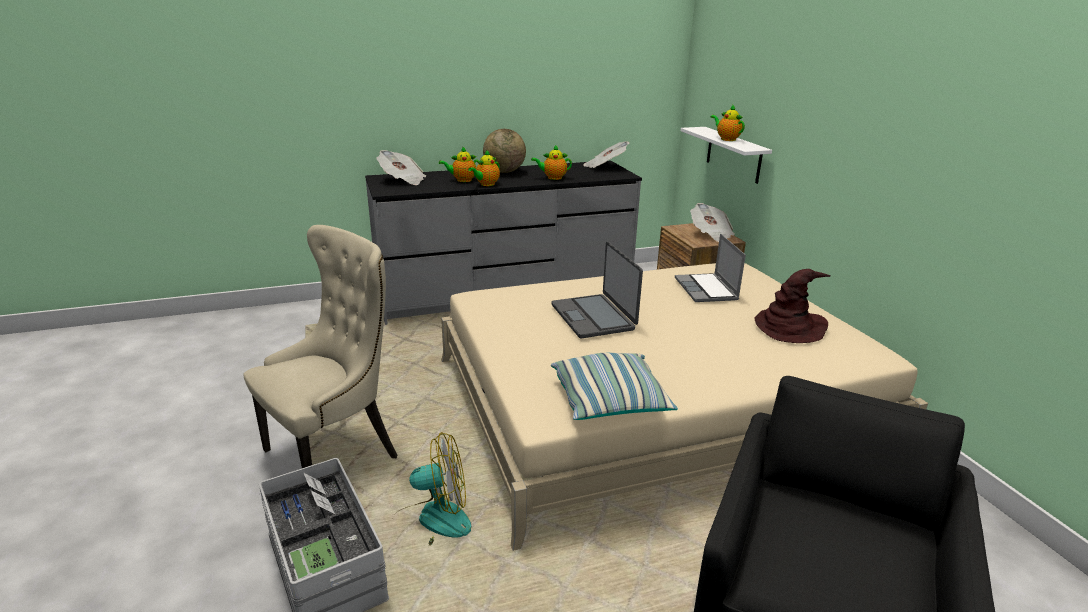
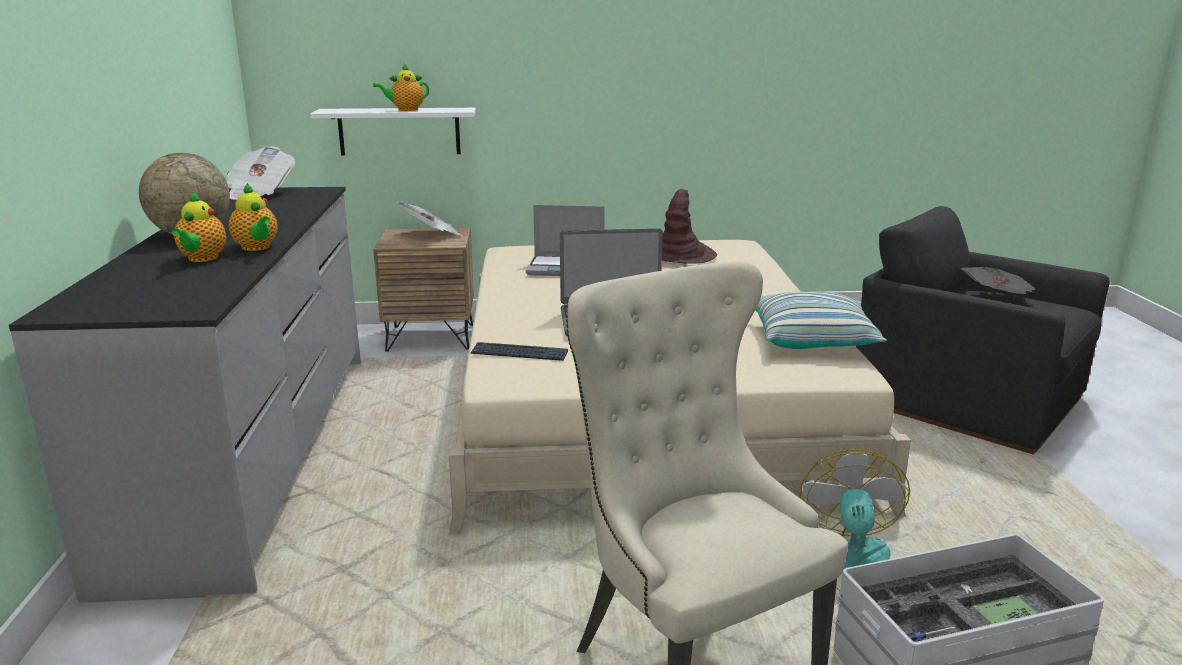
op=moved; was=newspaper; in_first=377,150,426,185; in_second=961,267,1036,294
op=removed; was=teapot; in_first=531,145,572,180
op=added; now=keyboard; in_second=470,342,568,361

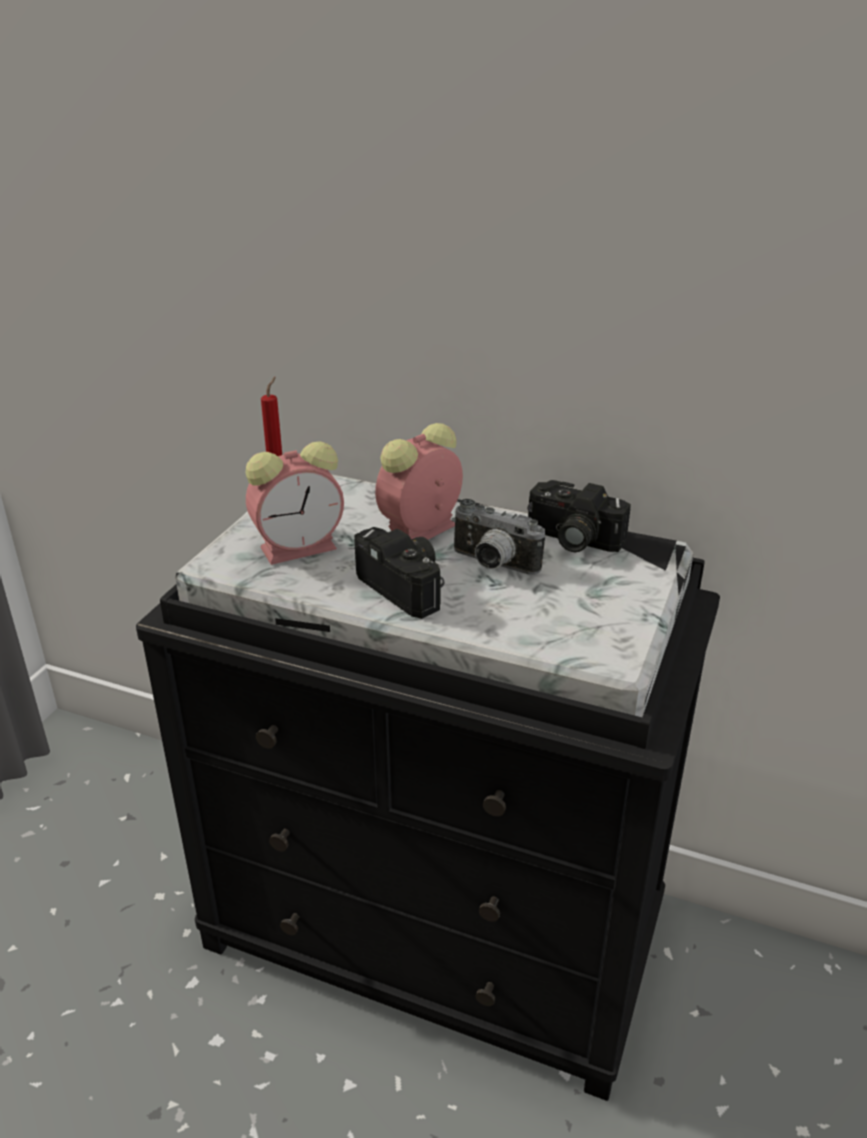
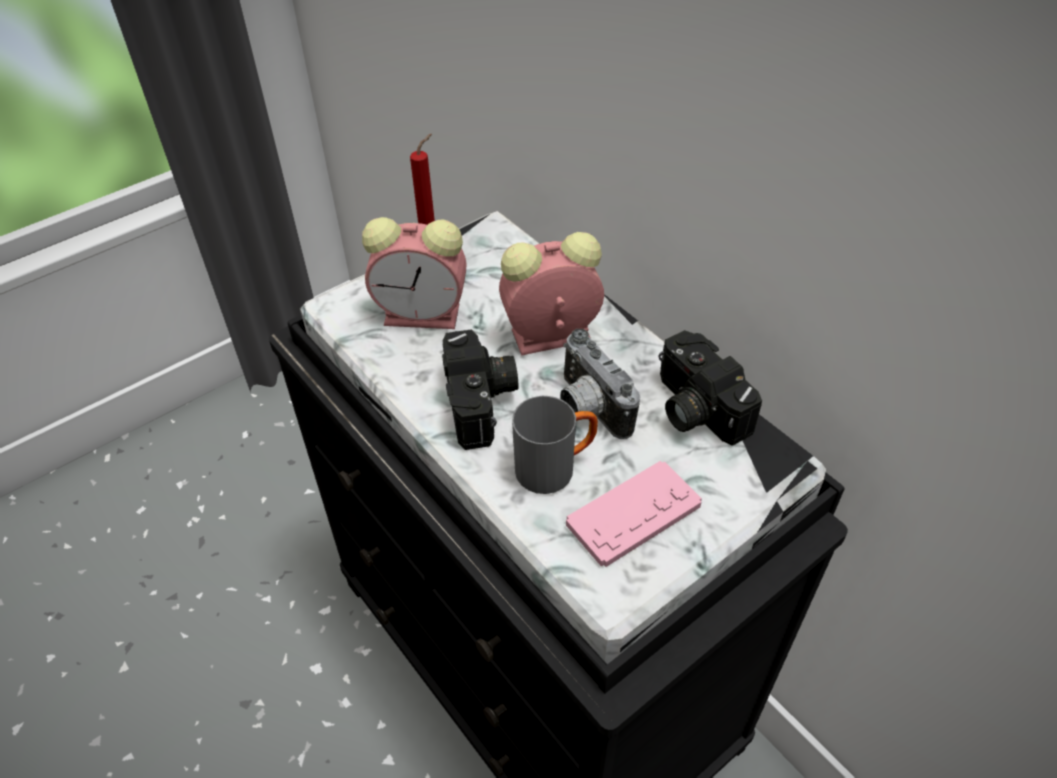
op=added; now=mug/grey; in_second=512,396,598,494
op=added; now=game controller/pink; in_second=566,461,702,567

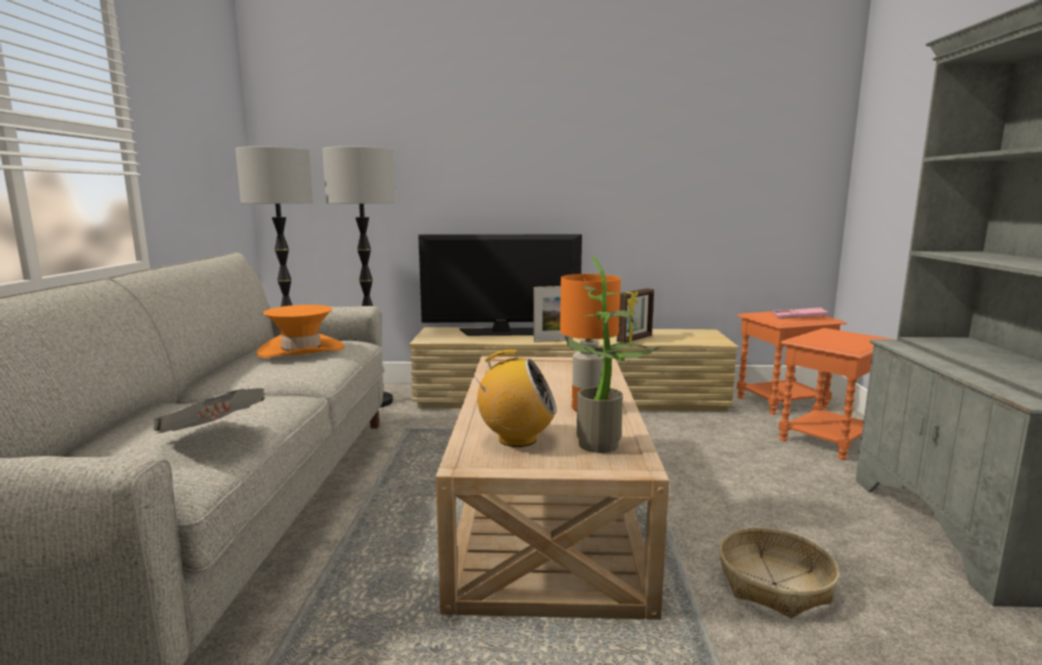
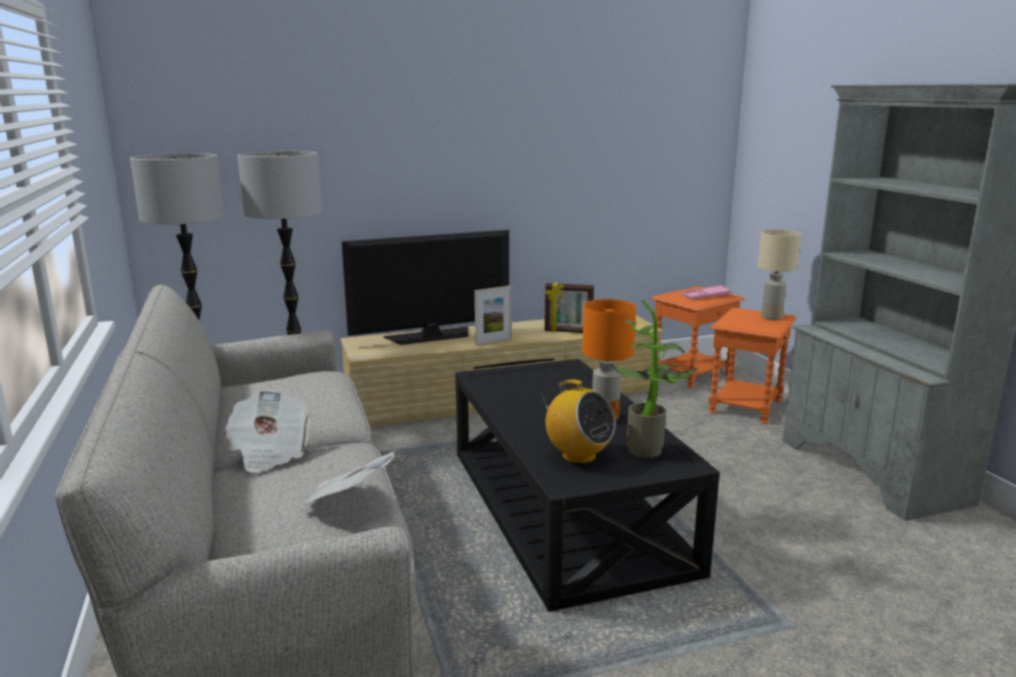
op=removed; was=hat/orange; in_first=257,305,344,358
op=recoloured; was=coffee table/beige; now=coffee table/black; in_first=436,356,669,620; in_second=455,359,720,612
op=turned; was=radio; in_first=472,350,557,447; in_second=540,379,616,464; clockwise=60
op=turned; was=picture frame; in_first=617,288,654,343; in_second=545,283,594,333; clockwise=75
op=removed; was=basket; in_first=719,527,840,618
op=added; now=newspaper; in_second=224,389,311,473
op=added; now=table lamp/beige; in_second=758,229,801,320

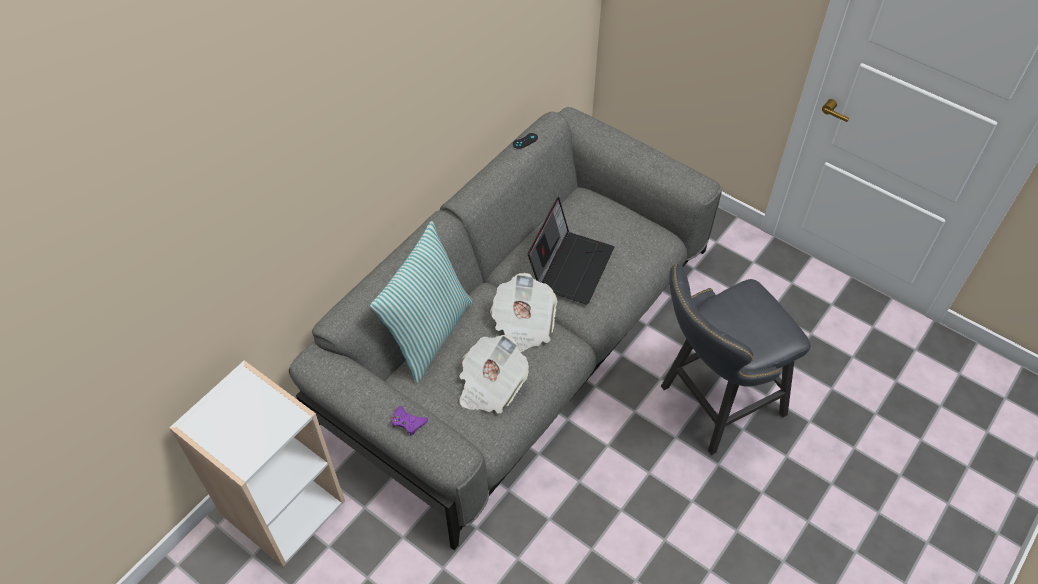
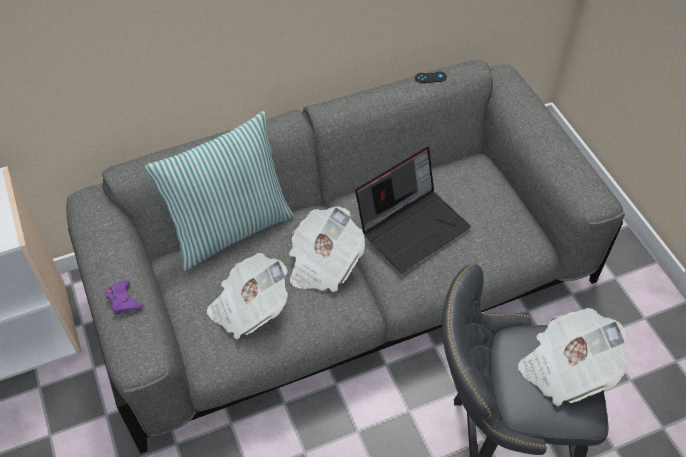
op=added; now=newspaper; in_second=518,308,628,406

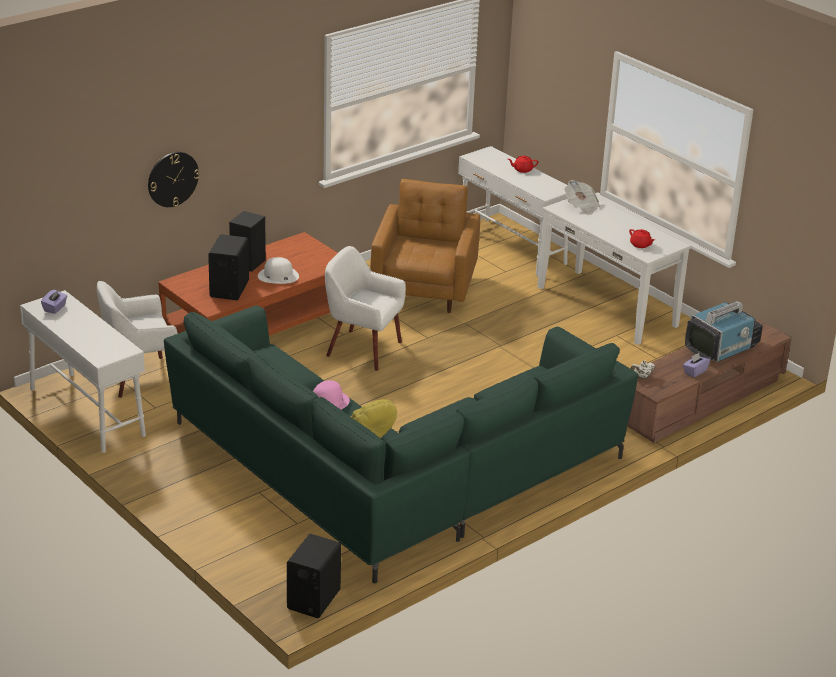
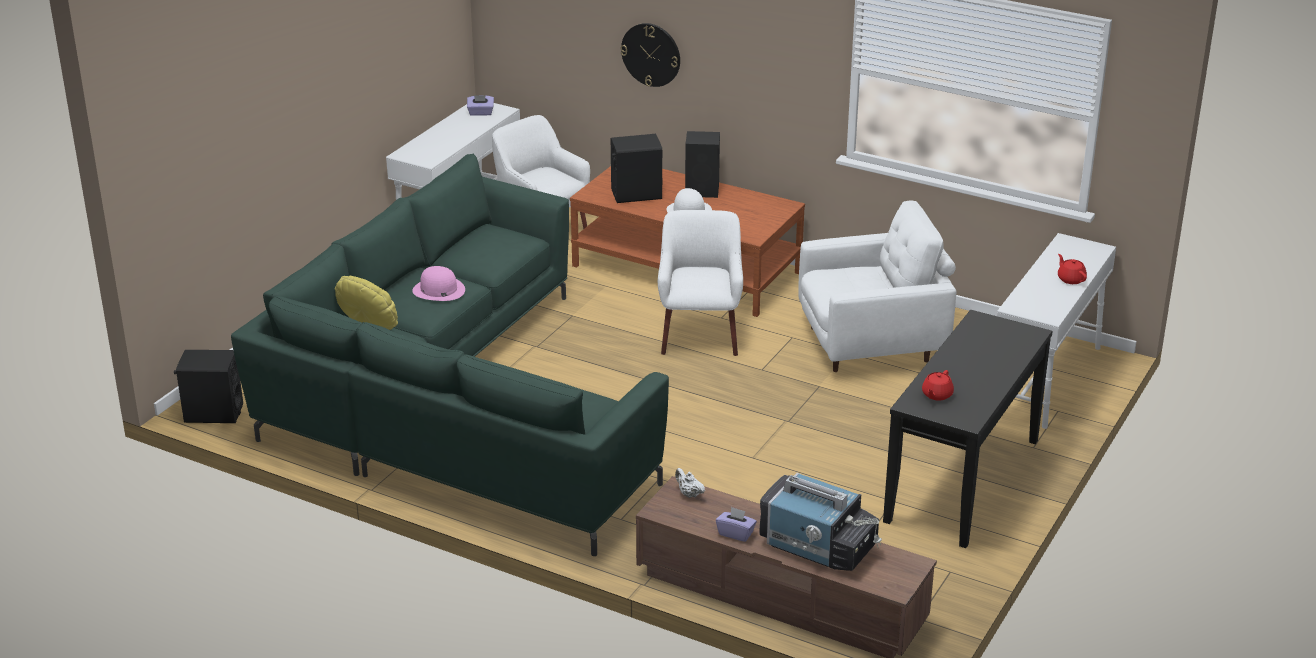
op=recoloured; was=armchair/brown; now=armchair/white; in_first=370,179,480,313; in_second=798,200,956,372
op=recoloured; was=console table/white; now=console table/black; in_first=537,199,691,345; in_second=883,310,1053,548
op=removed; was=newspaper; in_first=564,180,601,215

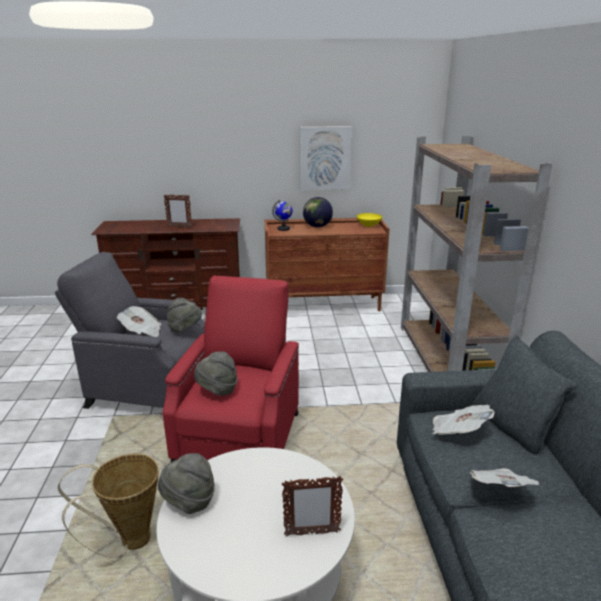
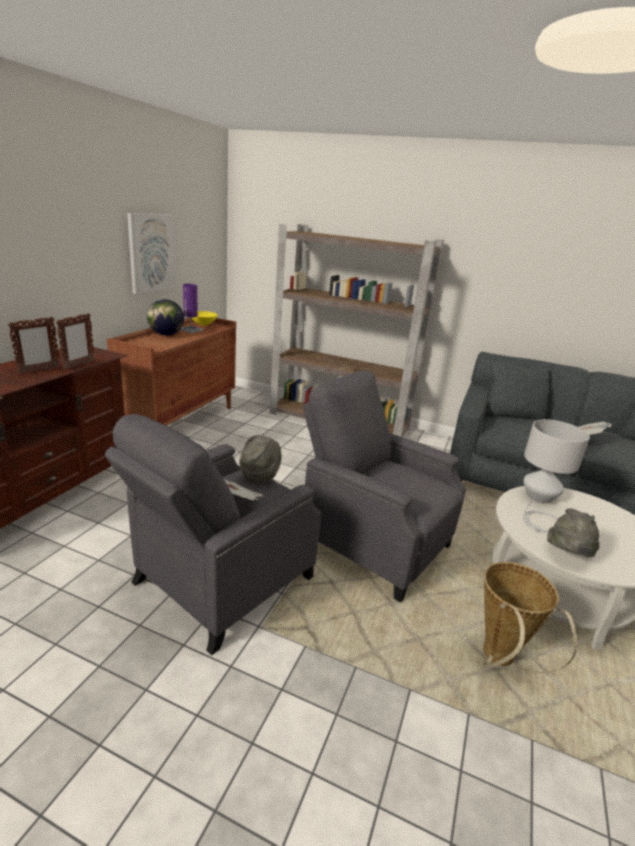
op=recoloured; was=armchair/red; now=armchair/grey; in_first=163,276,299,462; in_second=303,370,466,602
op=removed; was=hat/grey; in_first=194,351,238,396
op=removed; was=globe; in_first=272,200,293,231
op=moved; was=picture frame; in_first=282,476,343,536; in_second=56,313,95,370
op=removed; was=newspaper; in_first=433,405,494,435
op=added; now=table lamp/purple; in_second=180,284,204,333
op=added; now=table lamp/white; in_second=523,419,590,533

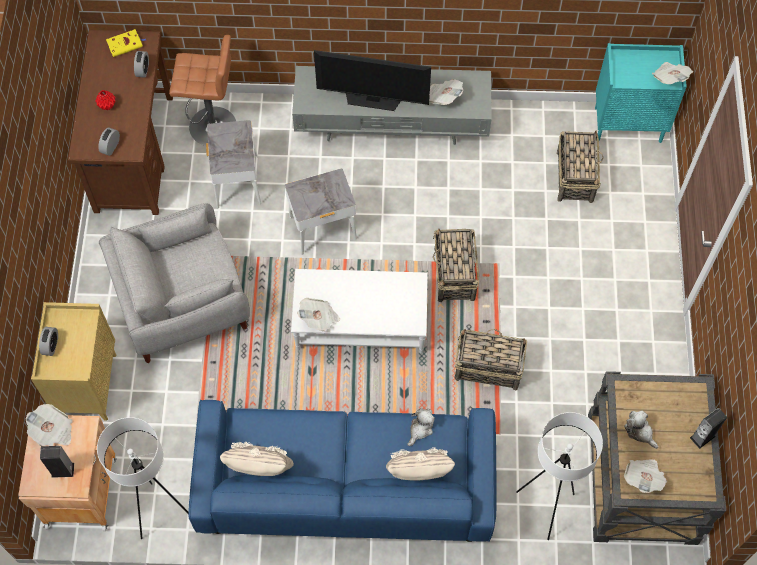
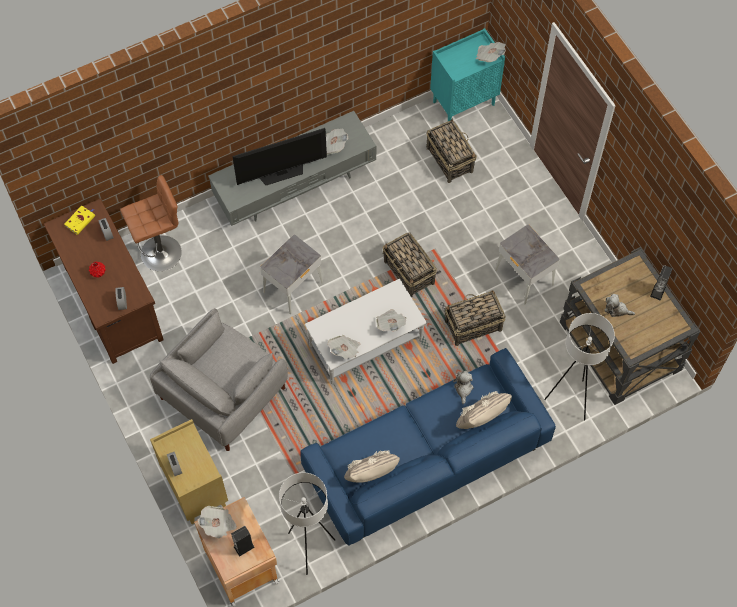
op=moved; was=side table; in_first=206,120,261,209; in_second=495,224,560,304
op=moved; was=newspaper; in_first=624,459,667,493; in_second=376,309,406,332

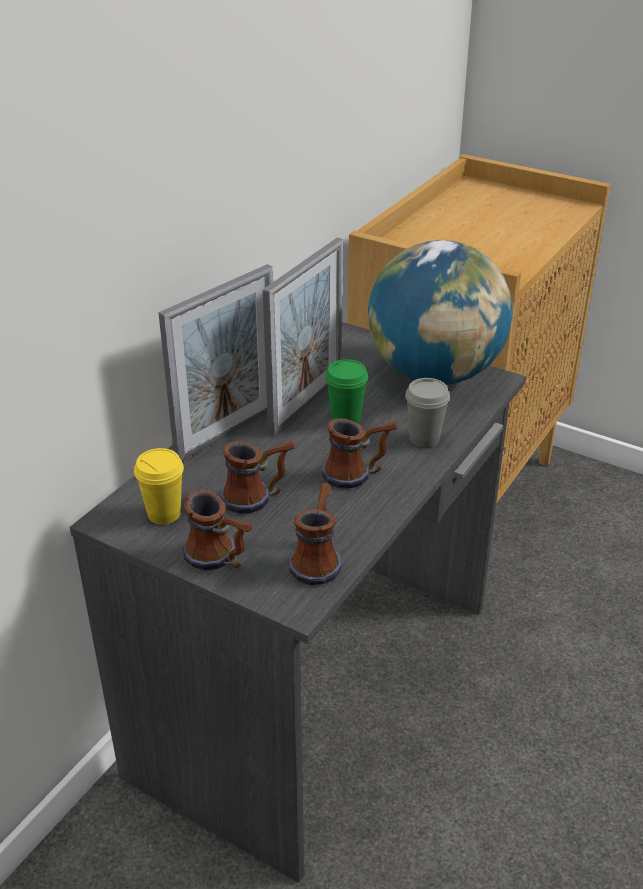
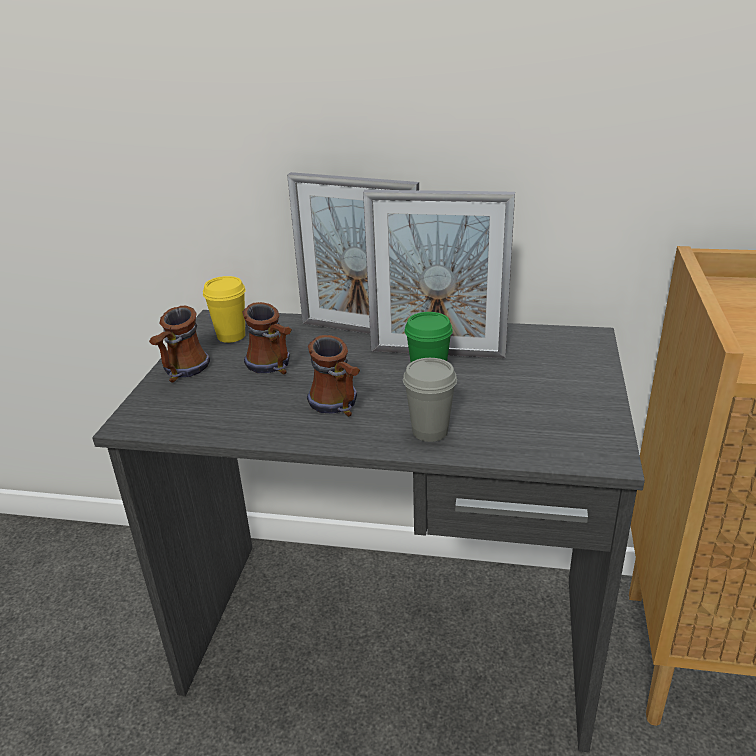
op=removed; was=mug; in_first=289,483,342,585
op=removed; was=globe; in_first=368,240,513,385

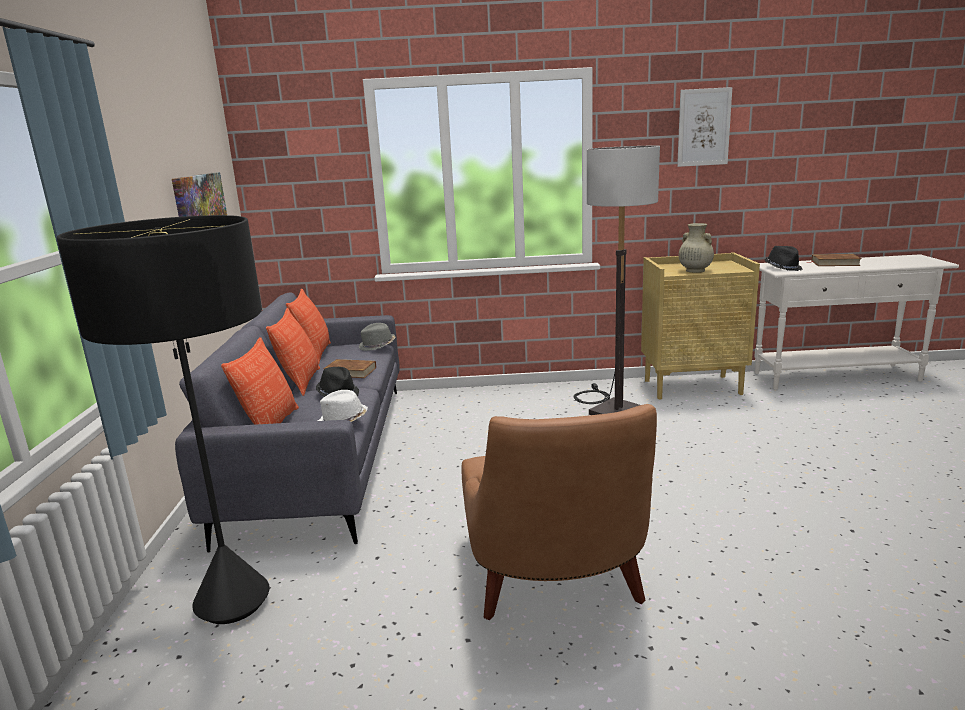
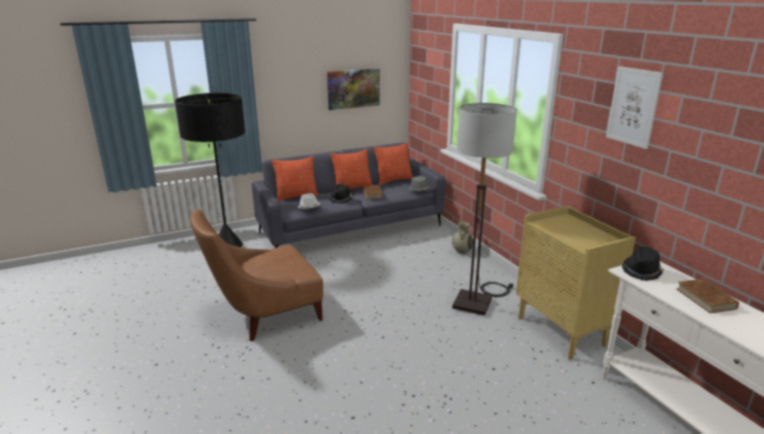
op=moved; was=vase/beige; in_first=679,223,714,273; in_second=452,222,473,254

